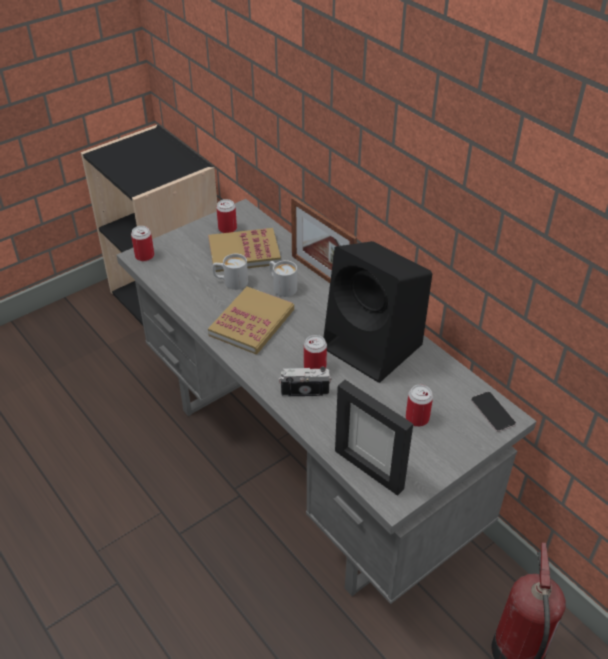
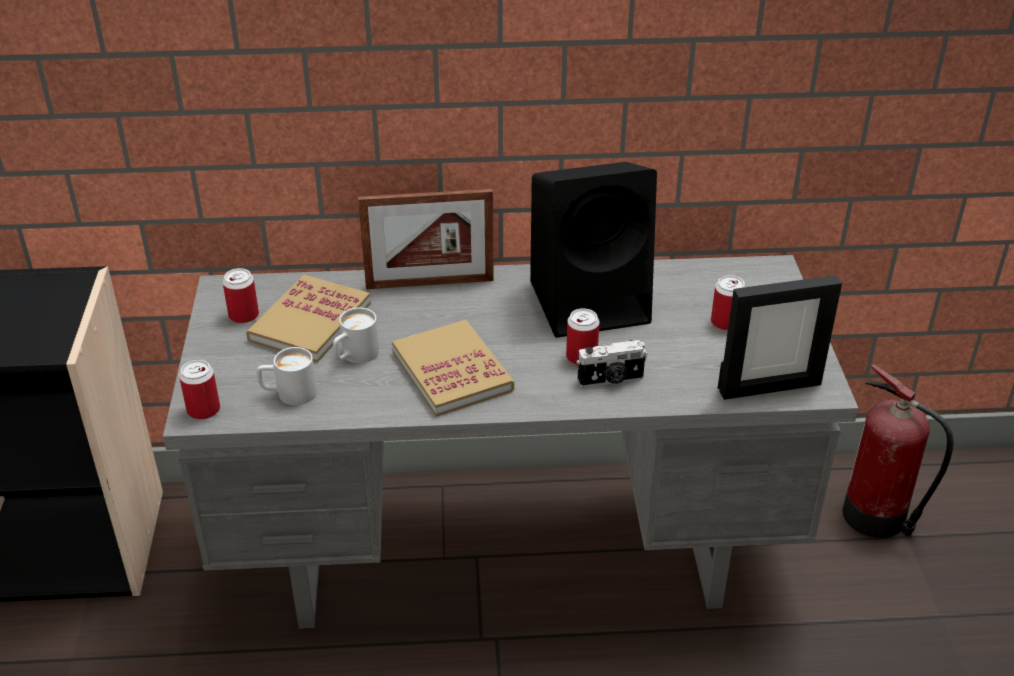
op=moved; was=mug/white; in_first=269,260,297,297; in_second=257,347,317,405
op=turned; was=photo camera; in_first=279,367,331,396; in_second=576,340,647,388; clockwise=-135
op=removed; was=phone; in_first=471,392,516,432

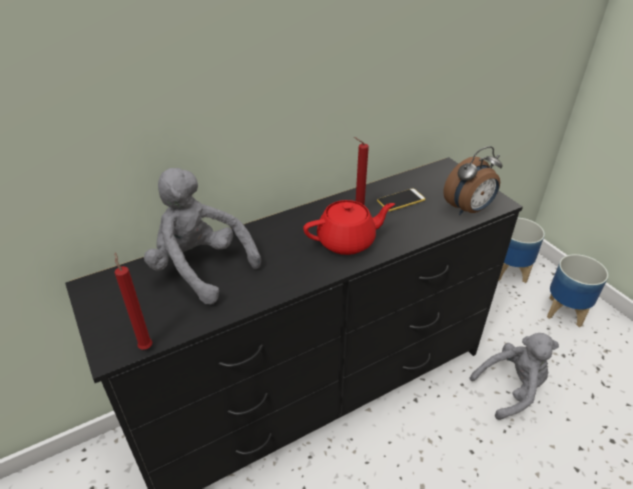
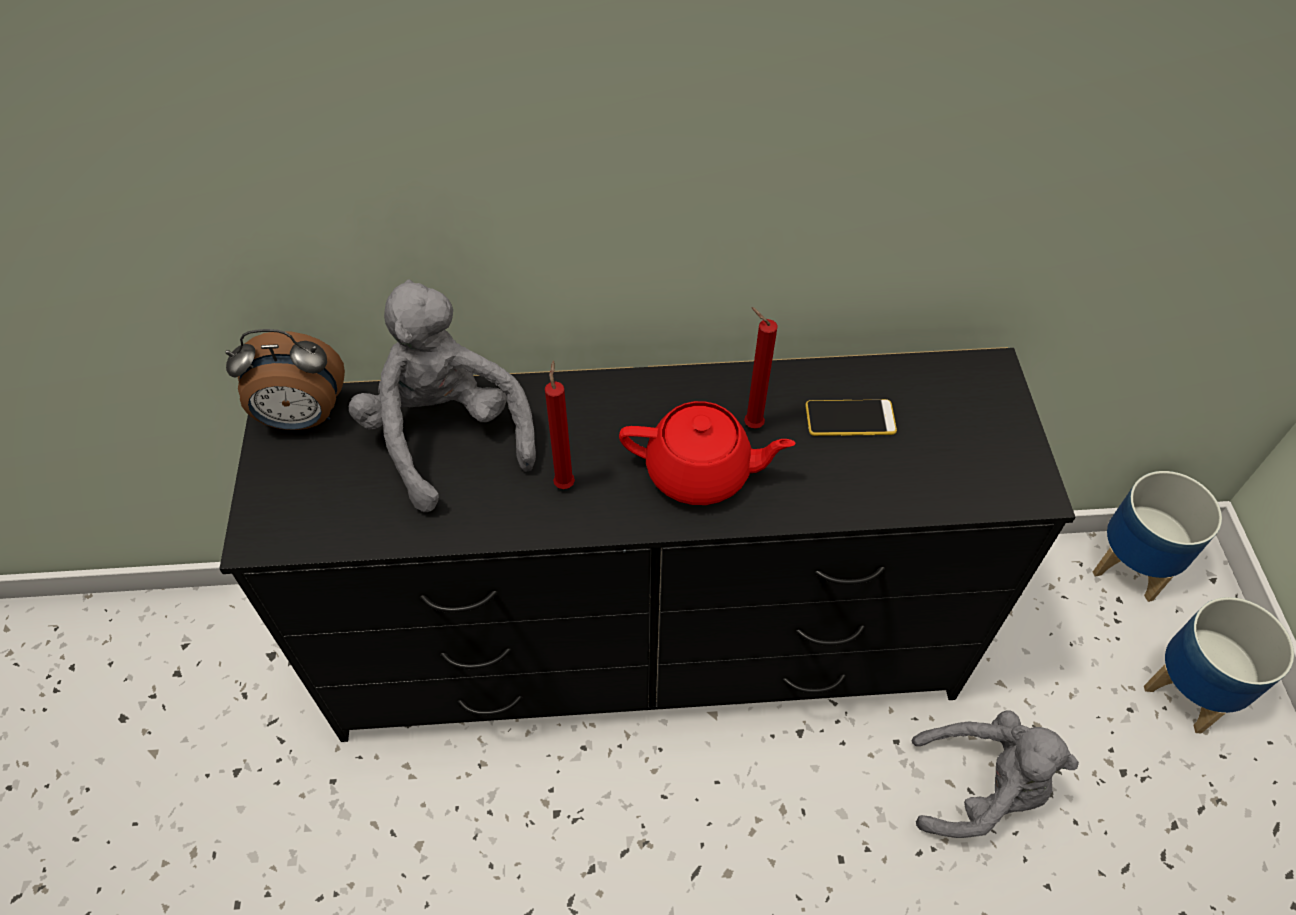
op=moved; was=candle/red; in_first=115,252,152,350; in_second=545,360,575,489
op=moved; was=alarm clock; in_first=443,146,503,215; in_second=225,329,345,430

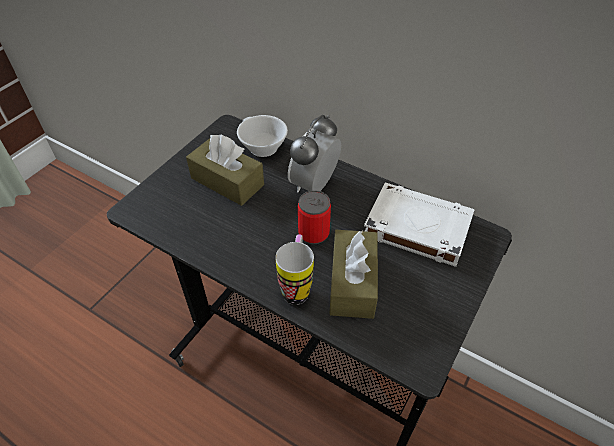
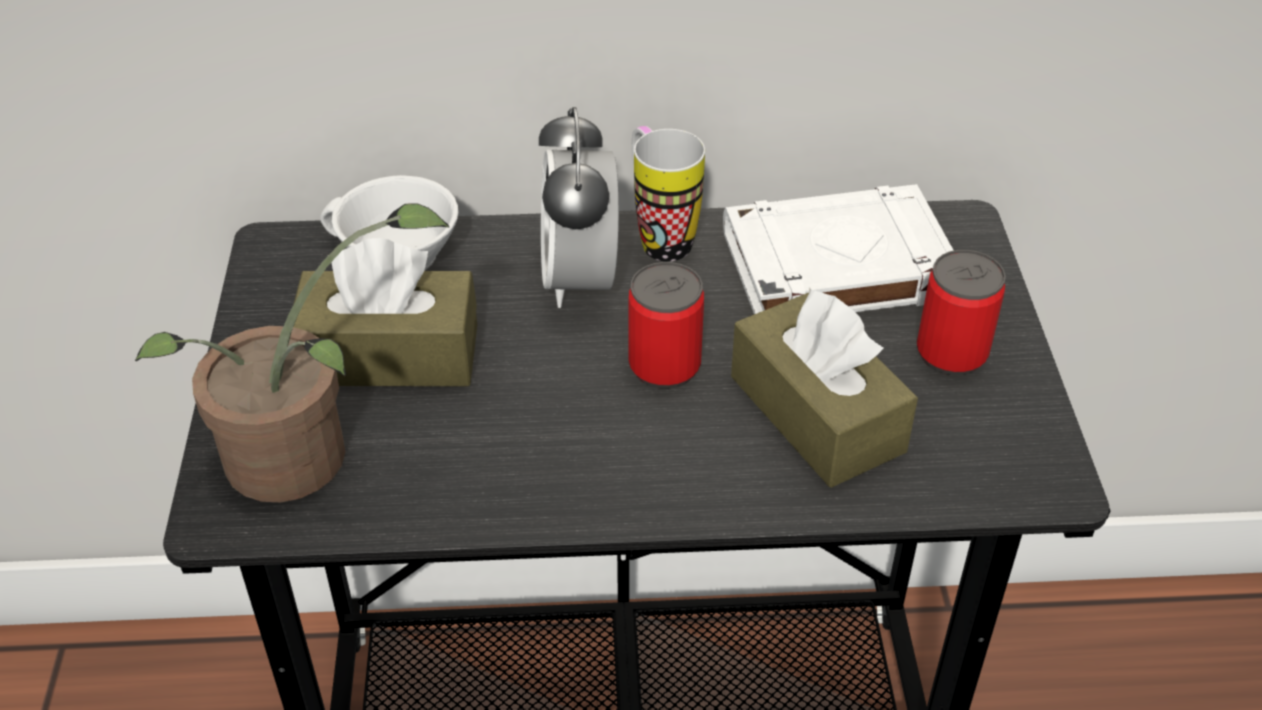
op=moved; was=mug; in_first=275,234,314,305; in_second=632,126,705,262
op=added; now=potted plant; in_second=135,203,449,502
op=added; now=can; in_second=917,250,1006,376

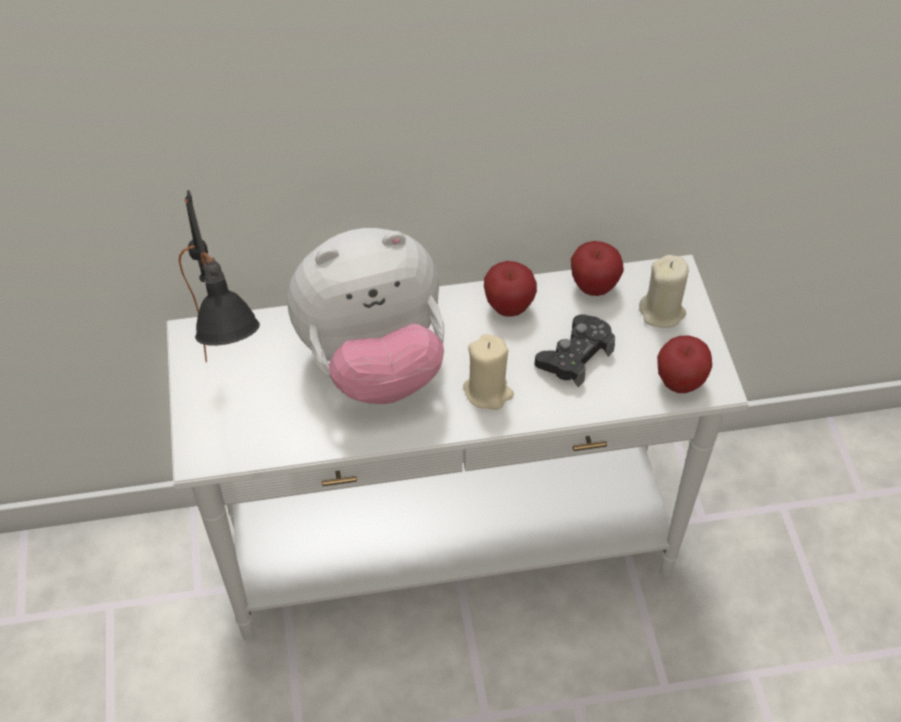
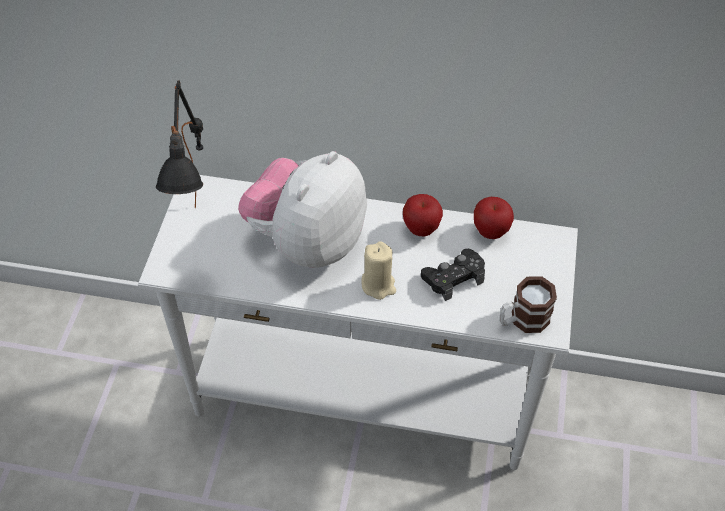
op=turned; was=plush toy; in_first=287,228,444,404; in_second=238,151,367,268; clockwise=120
op=removed; was=candle/beige; in_first=639,255,689,328
op=replaced; was=apple; now=mug; in_first=657,335,712,393; in_second=499,276,557,333

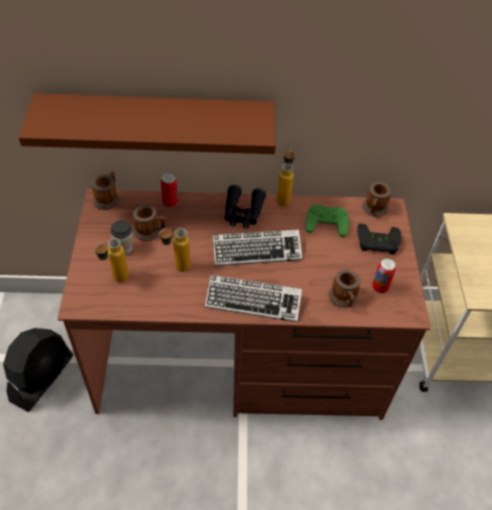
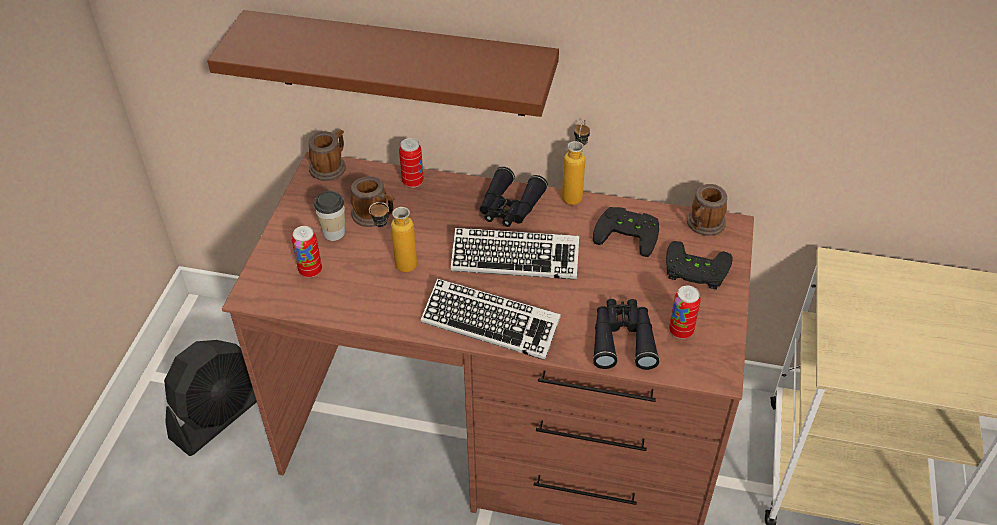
op=replaced; was=bottle; now=can; in_first=95,238,129,282; in_second=292,226,322,278
op=recoloured; was=game controller/green; now=game controller/black; in_first=305,204,349,237; in_second=593,207,659,257
op=replaced; was=mug; now=binoculars/black; in_first=329,269,360,308; in_second=593,299,660,370

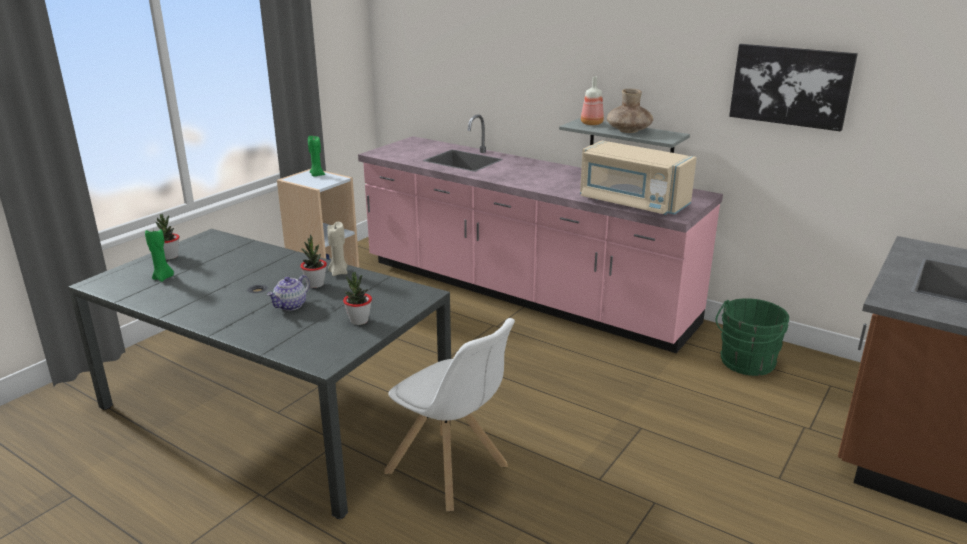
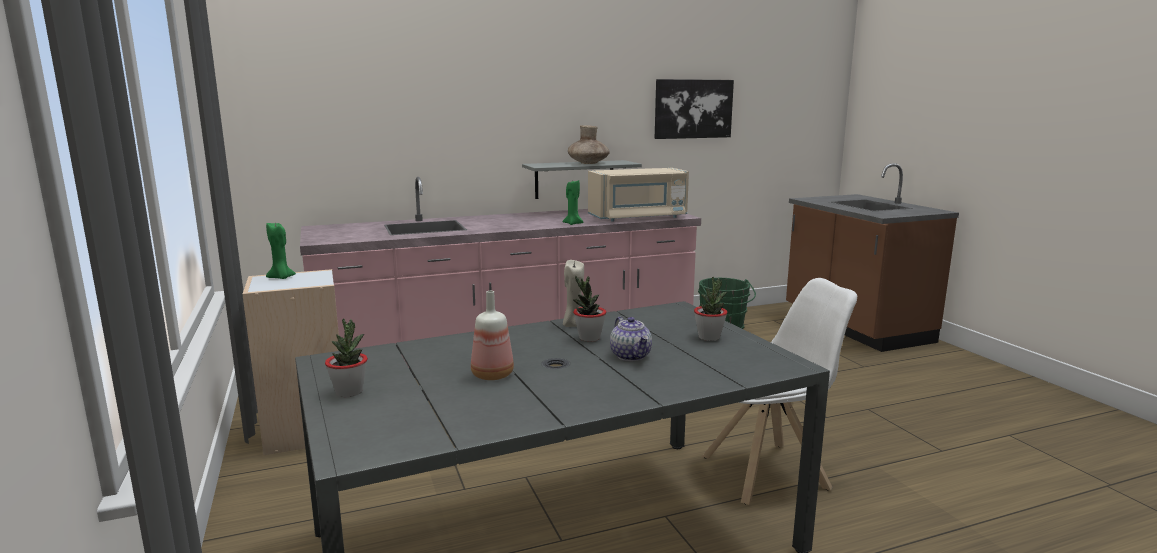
op=moved; was=candle/green; in_first=145,229,174,282; in_second=562,180,583,225
op=moved; was=bottle; in_first=581,76,604,125; in_second=471,291,514,380

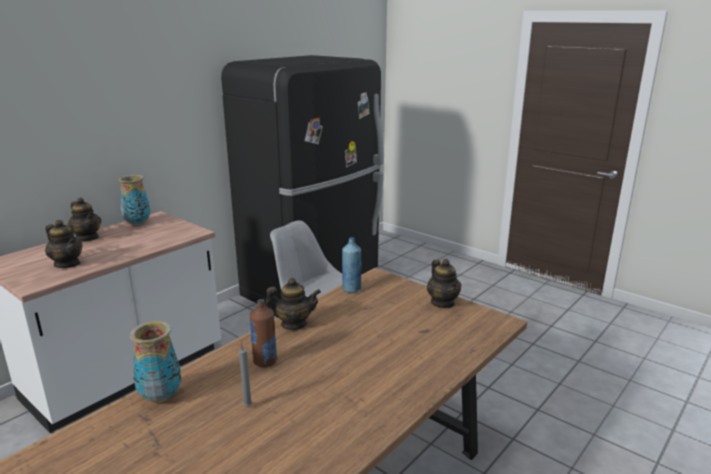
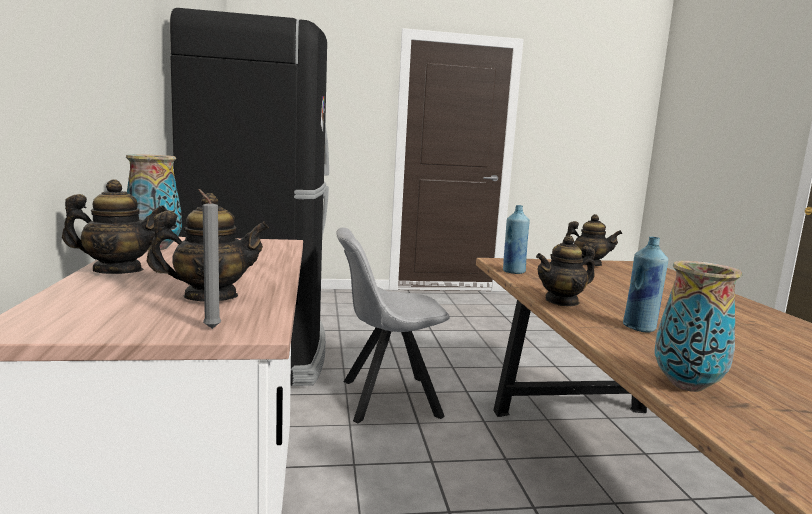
op=moved; was=candle/grey; in_first=239,340,252,407; in_second=198,189,221,329
op=recoloured; was=bottle/brown; now=bottle/blue; in_first=250,299,277,368; in_second=623,236,668,332
op=turned; was=teapot; in_first=265,278,321,330; in_second=536,235,595,306; clockwise=-150

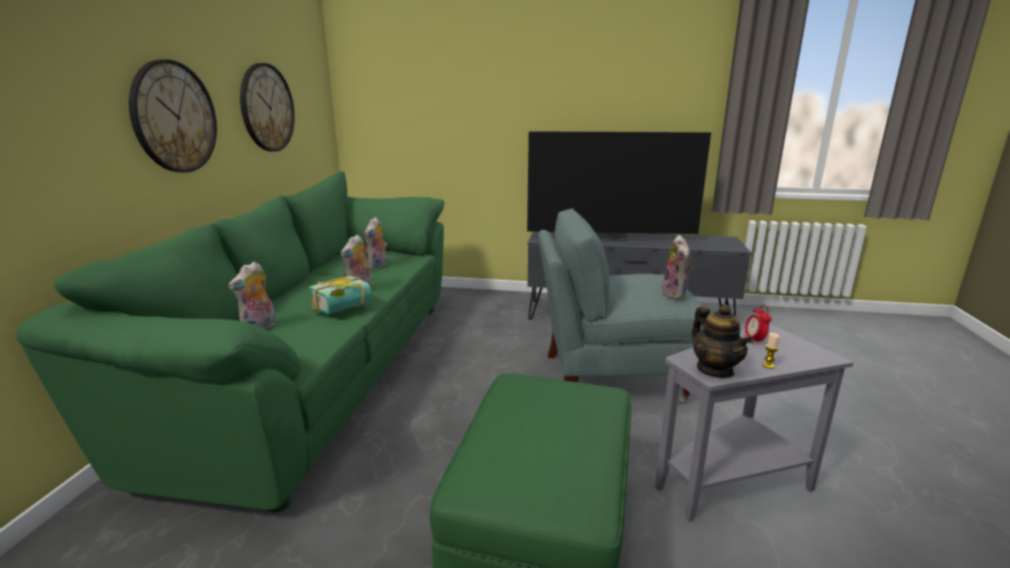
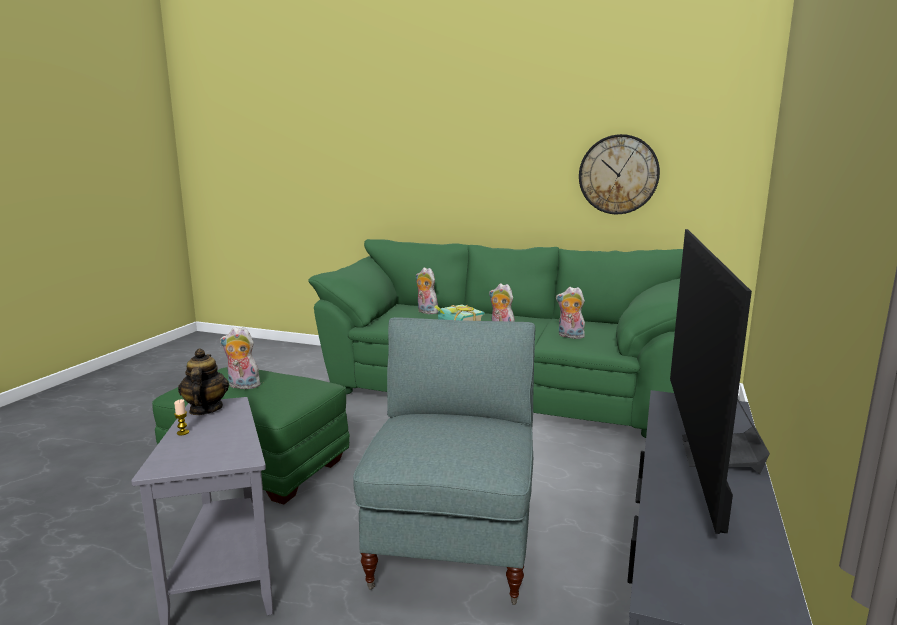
op=removed; was=wall clock; in_first=129,59,217,172
op=moved; was=plush toy; in_first=662,235,693,300; in_second=220,327,261,389
op=turned; was=teapot; in_first=692,304,753,378; in_second=178,348,229,415; clockwise=90
op=removed; was=alarm clock; in_first=745,305,772,345

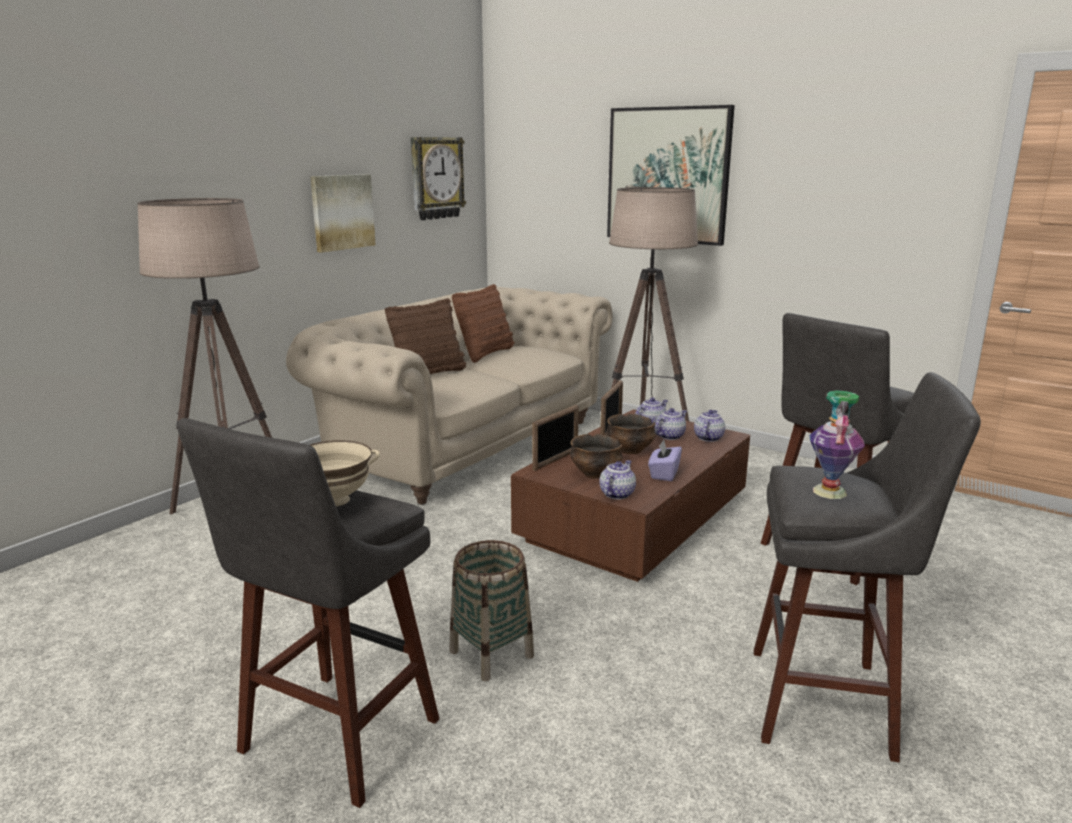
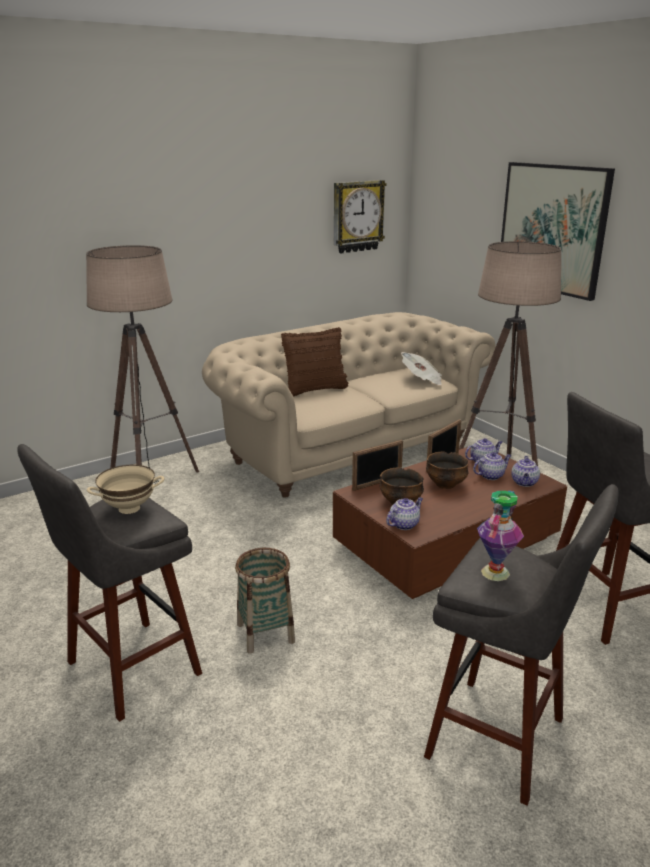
op=removed; was=picture; in_first=310,174,375,253
op=removed; was=pillow/brown; in_first=452,284,515,363
op=removed; was=tissue box/purple; in_first=648,440,682,481
op=turned; was=teapot; in_first=694,410,725,442; in_second=511,456,540,487; clockwise=150
op=added; now=newspaper; in_second=401,352,442,385

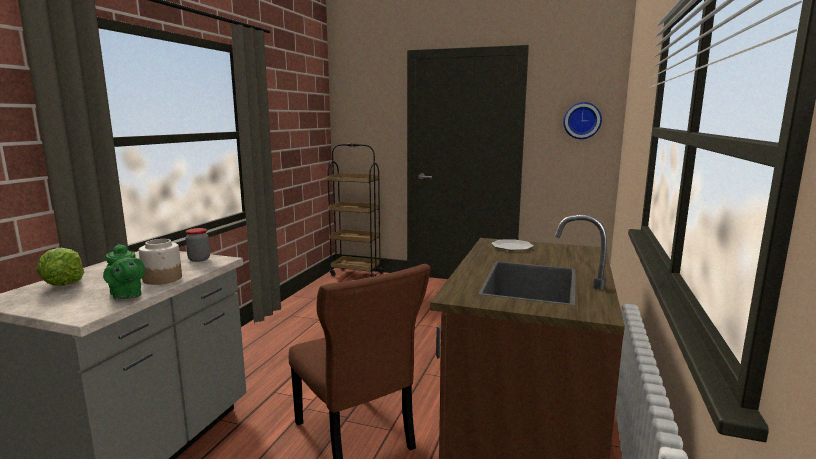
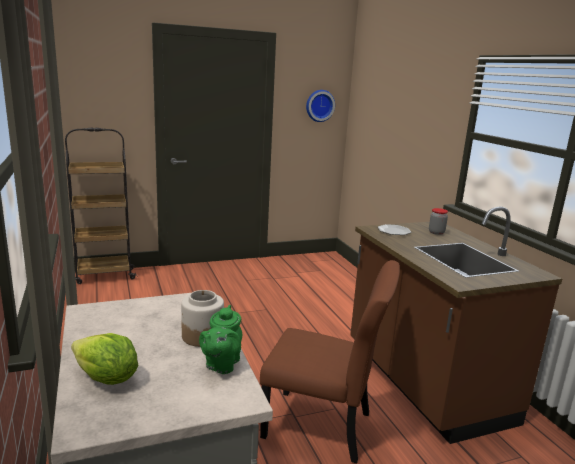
op=turned; was=teapot/green; in_first=103,244,145,300; in_second=199,305,242,374; clockwise=90
op=moved; was=jar; in_first=185,228,210,262; in_second=429,208,448,235

